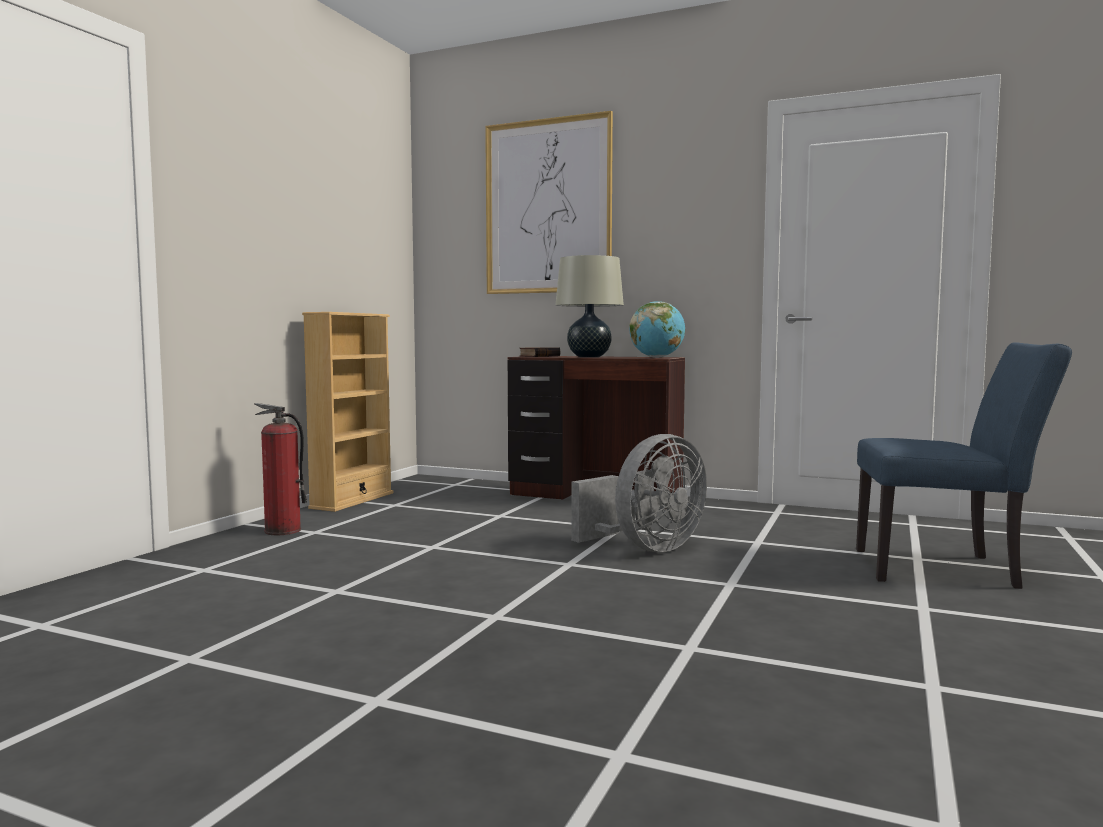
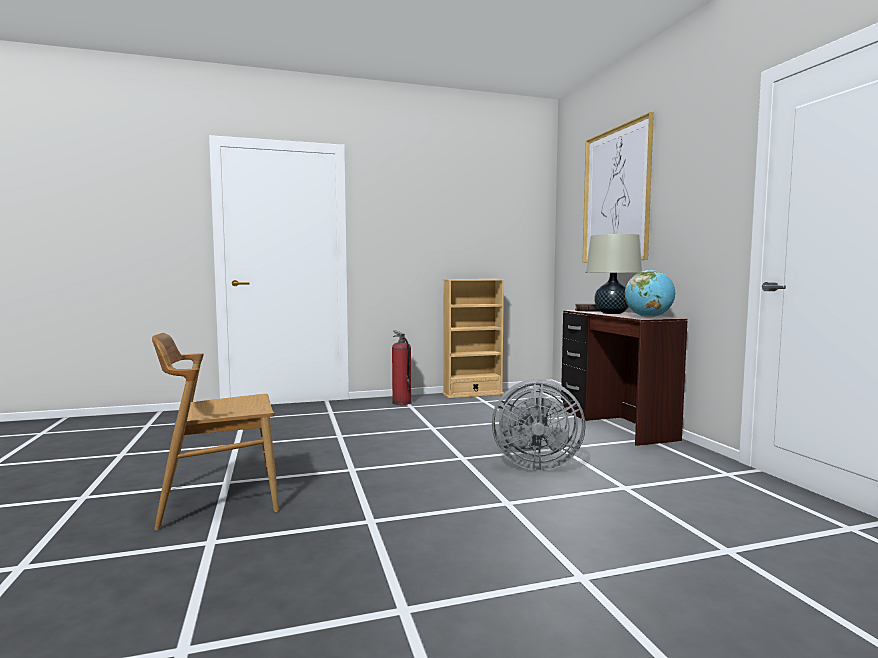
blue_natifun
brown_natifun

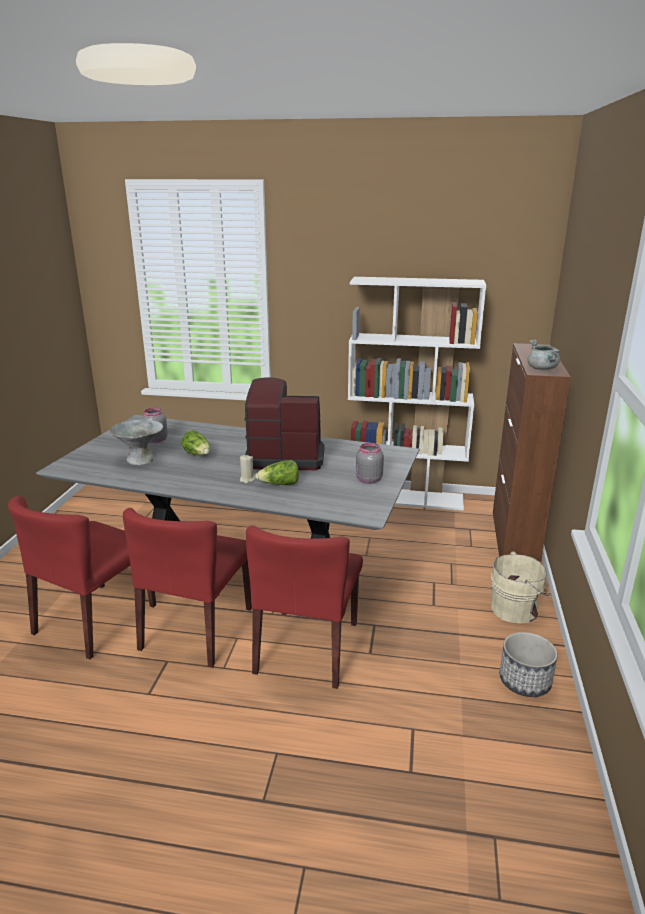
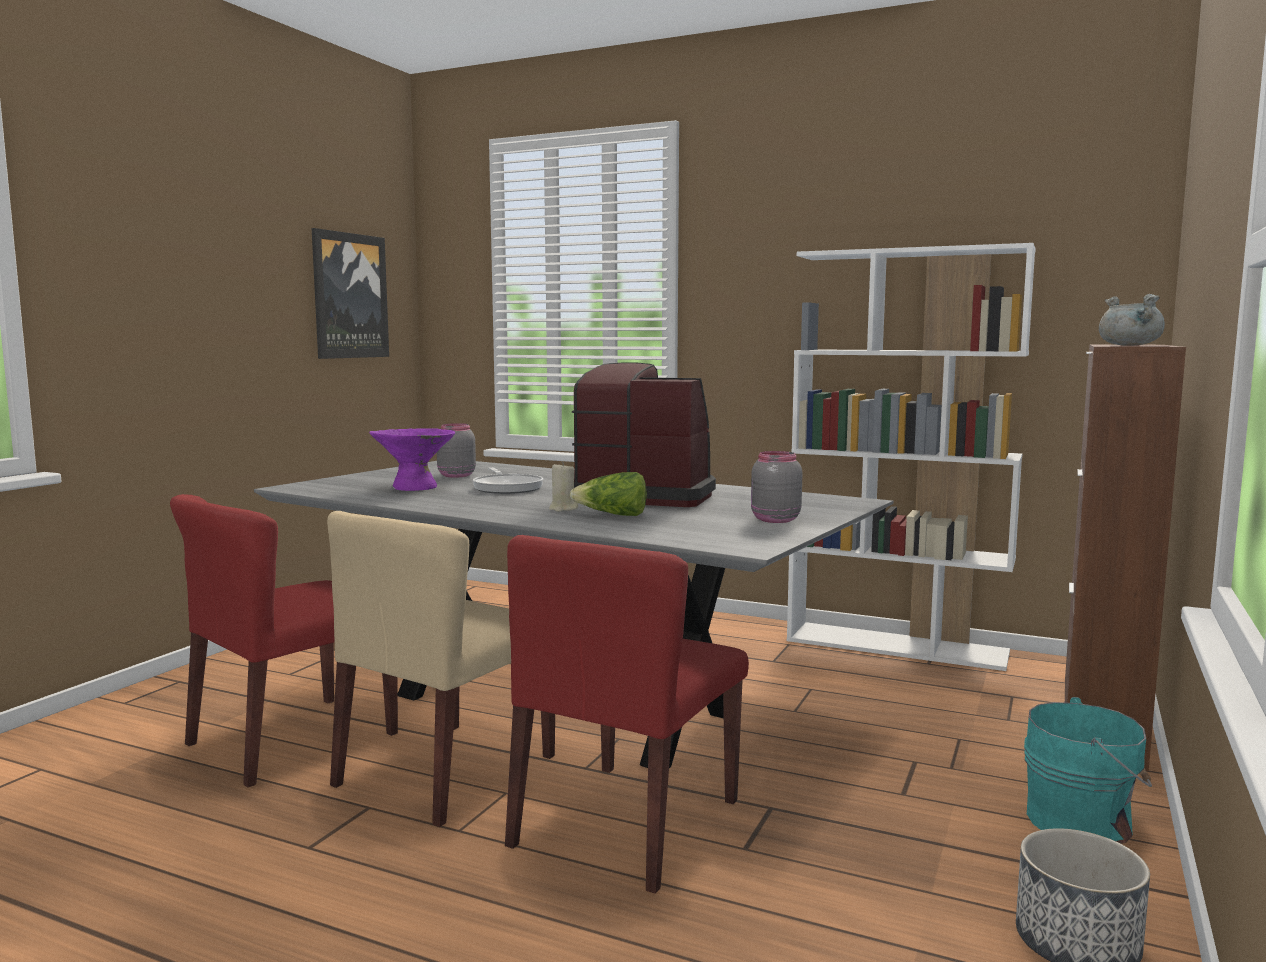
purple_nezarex
beige_natifun
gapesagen
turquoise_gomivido
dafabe

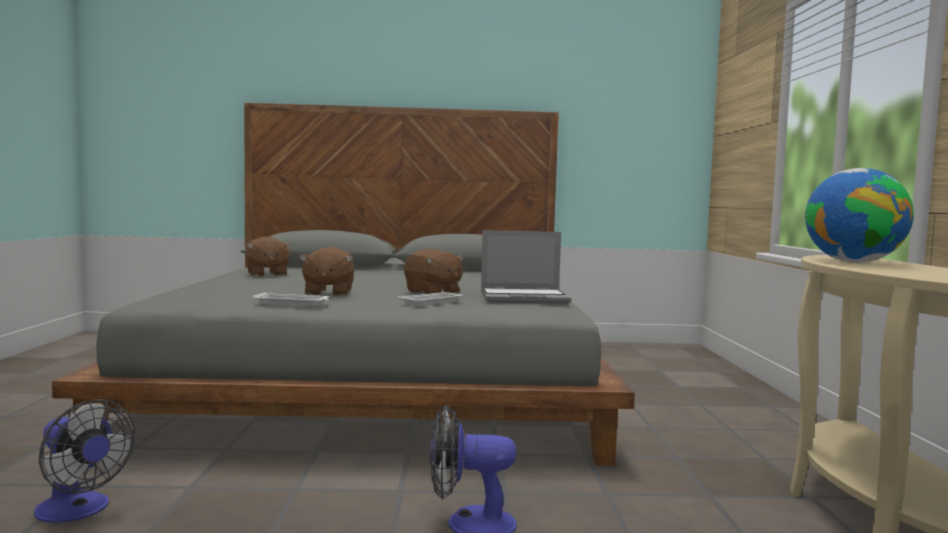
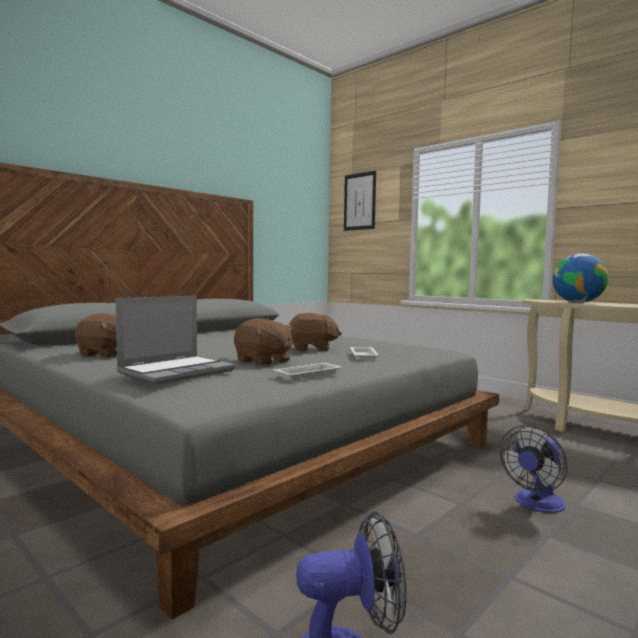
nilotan
dafabe

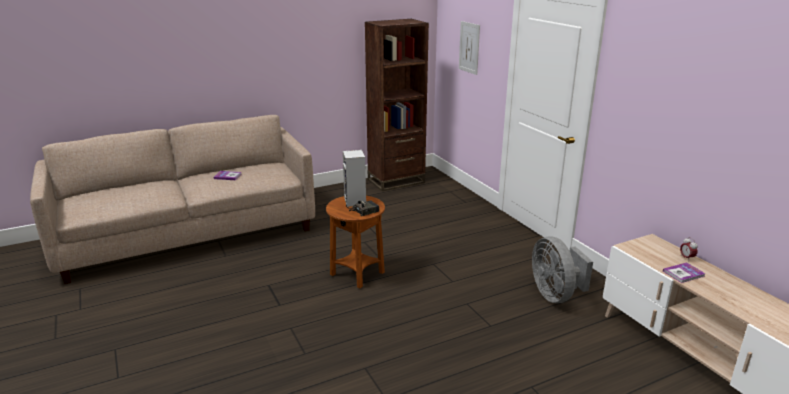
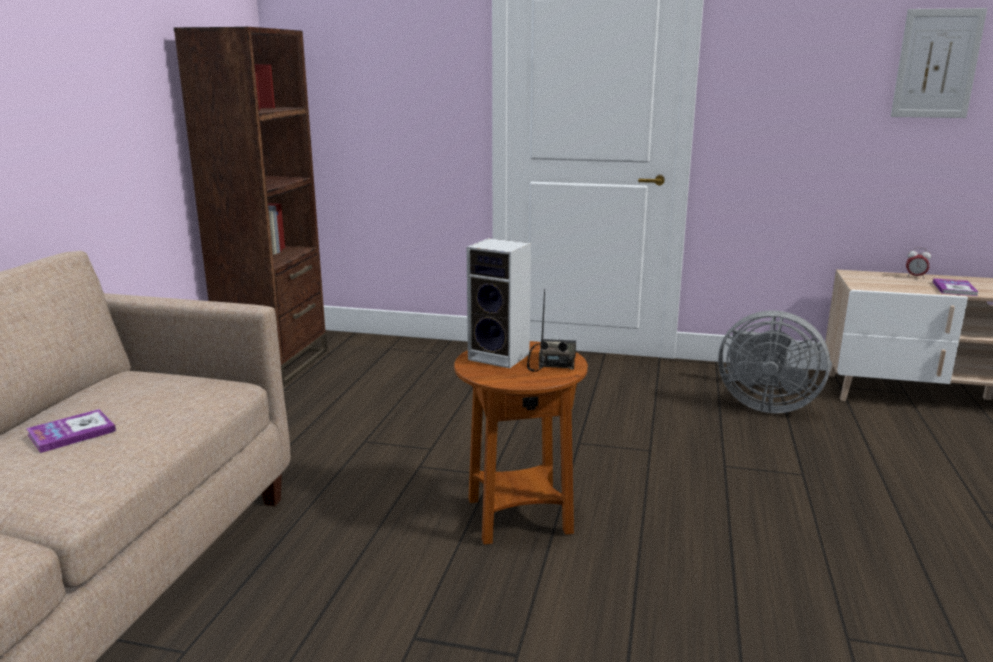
dafabe

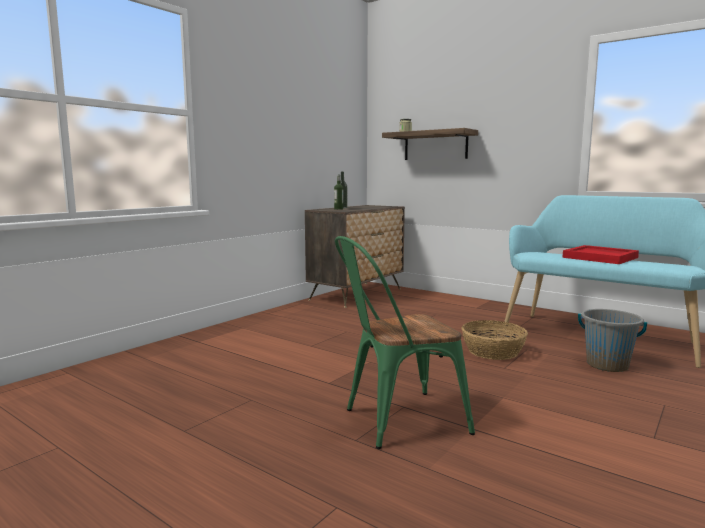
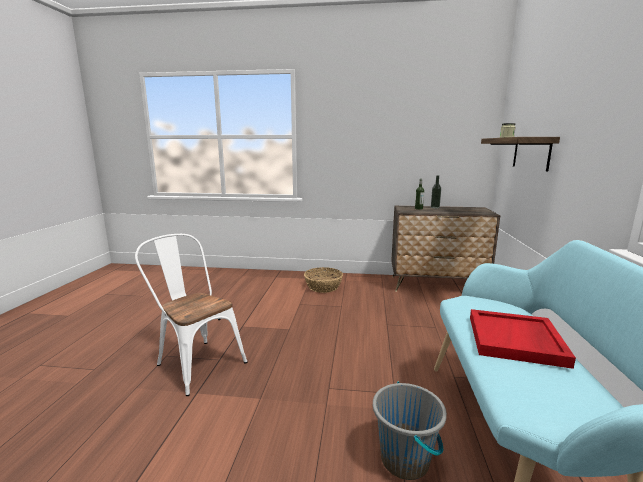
white_natifun
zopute

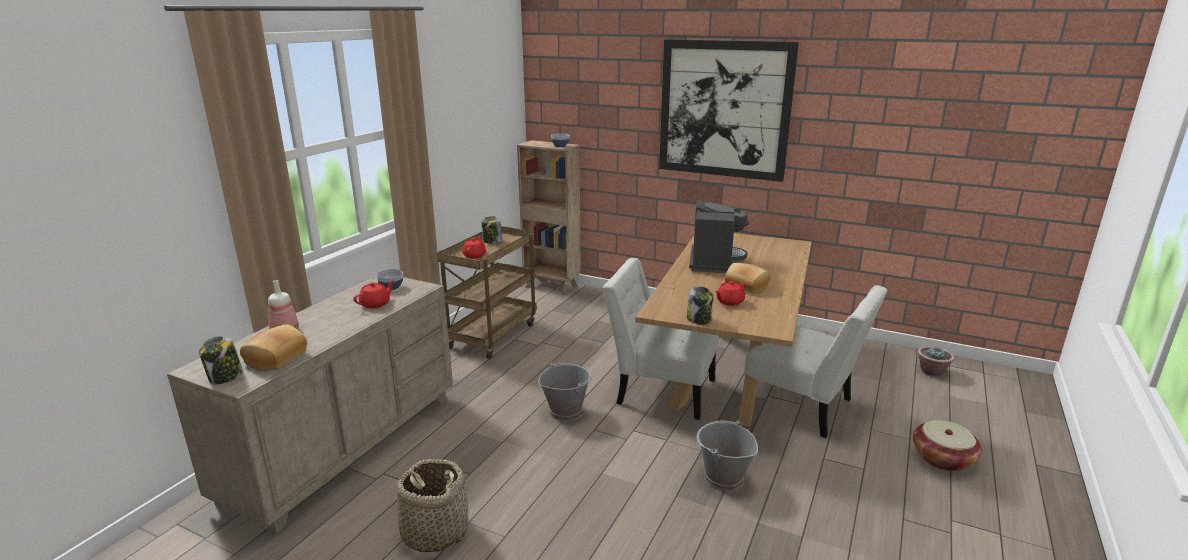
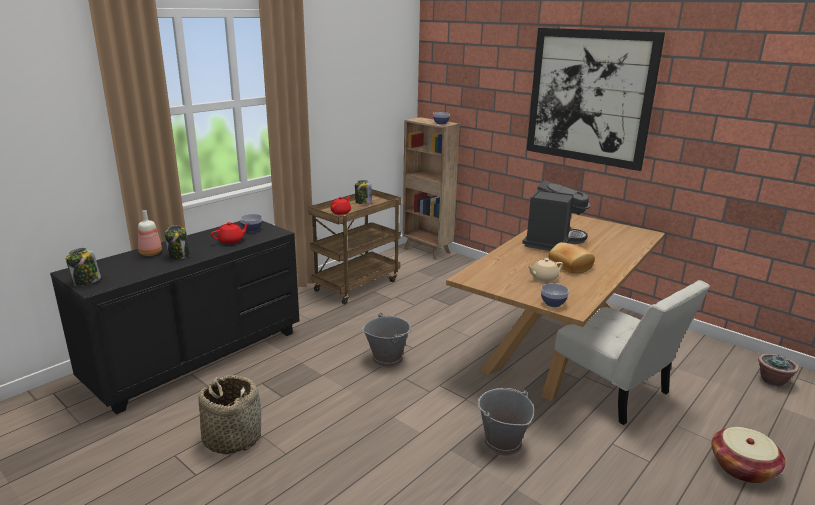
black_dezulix
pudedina (no. 1 from left in the first image)
white_natifun (no. 1 from left in the first image)
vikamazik (no. 2 from left)
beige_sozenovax
nezarex (no. 3 from left)

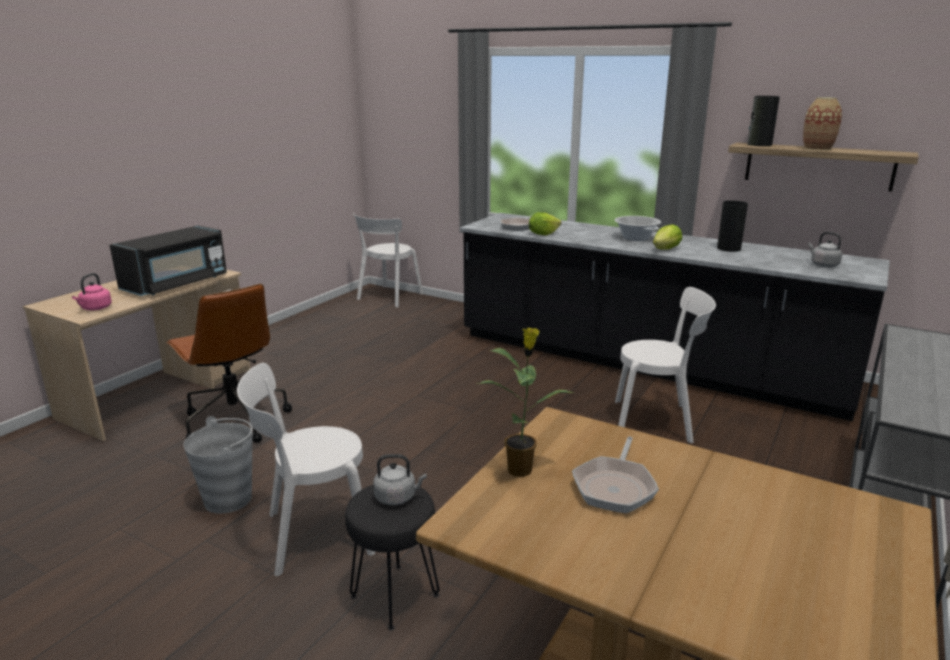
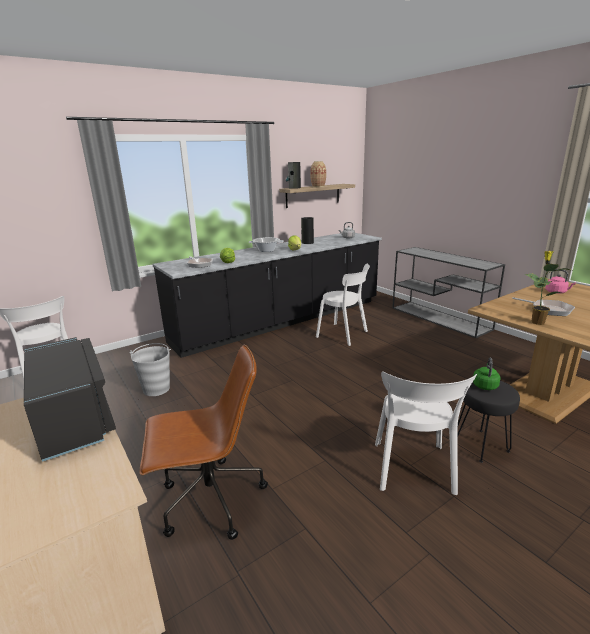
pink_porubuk
grey_gomivido
green_porubuk
white_natifun (no. 2 from left)

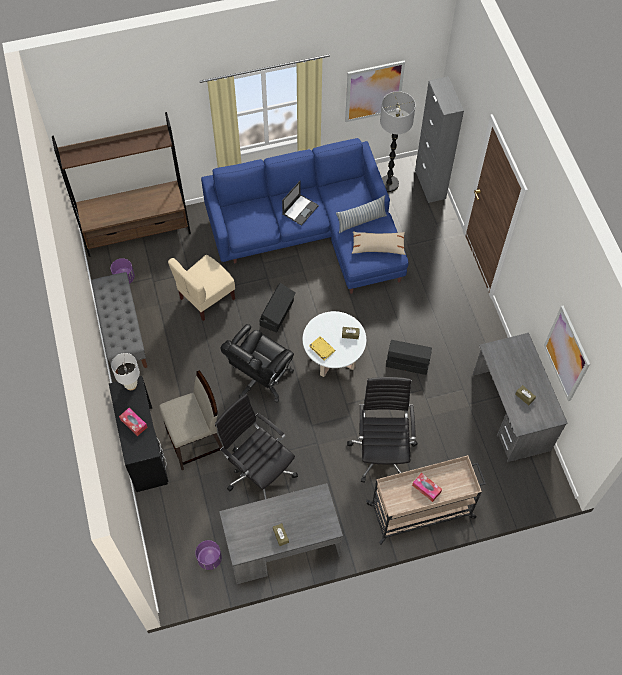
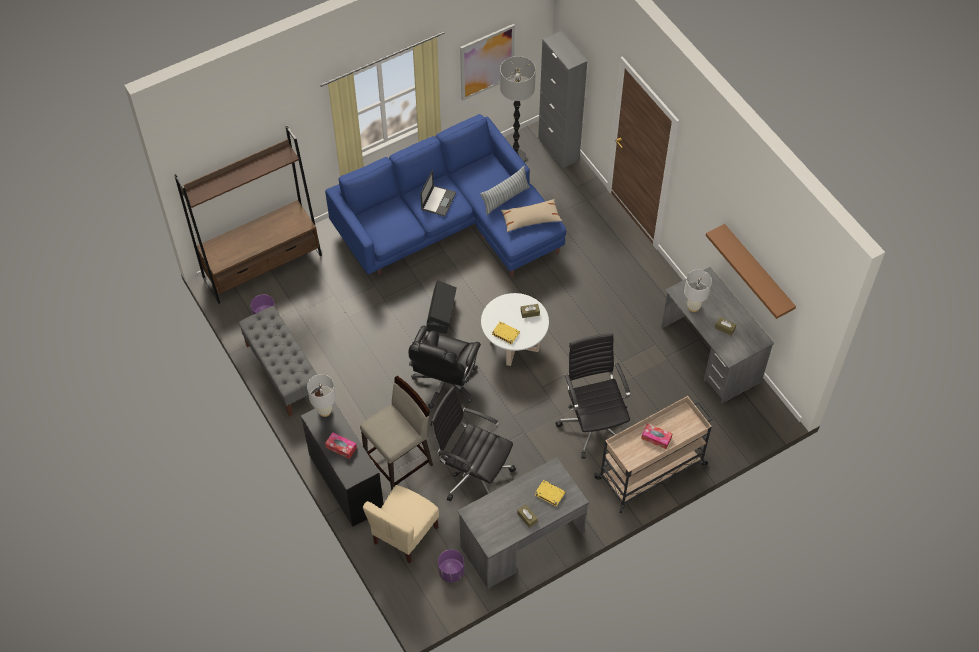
beige_natifun
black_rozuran (no. 2 from left in the first image)
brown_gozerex
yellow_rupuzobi (no. 2 from left)
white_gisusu (no. 2 from left)

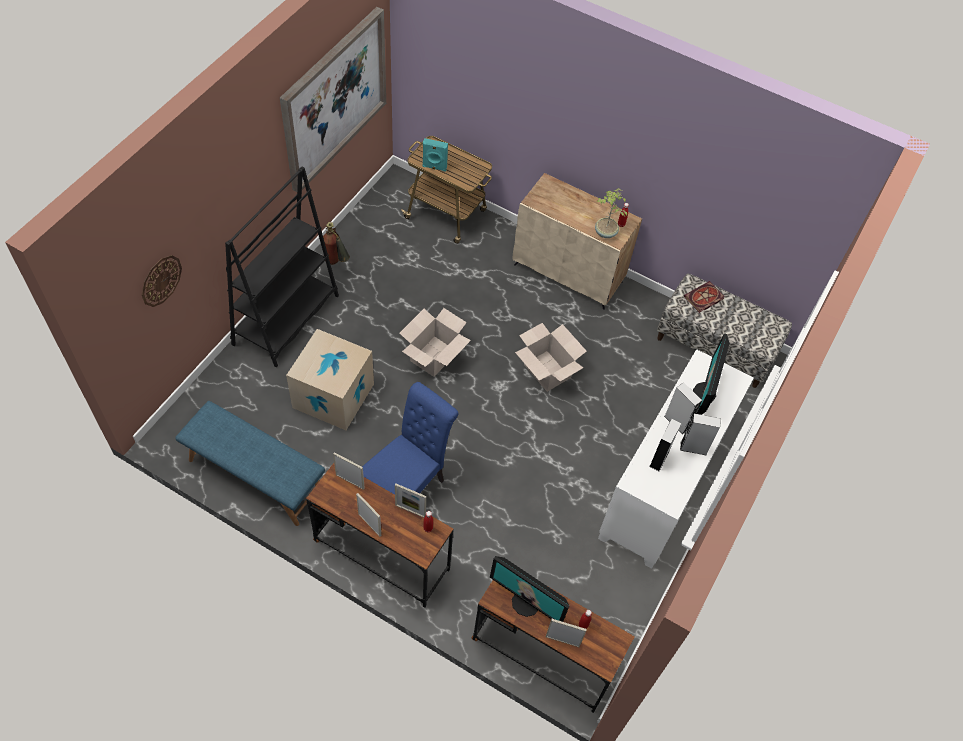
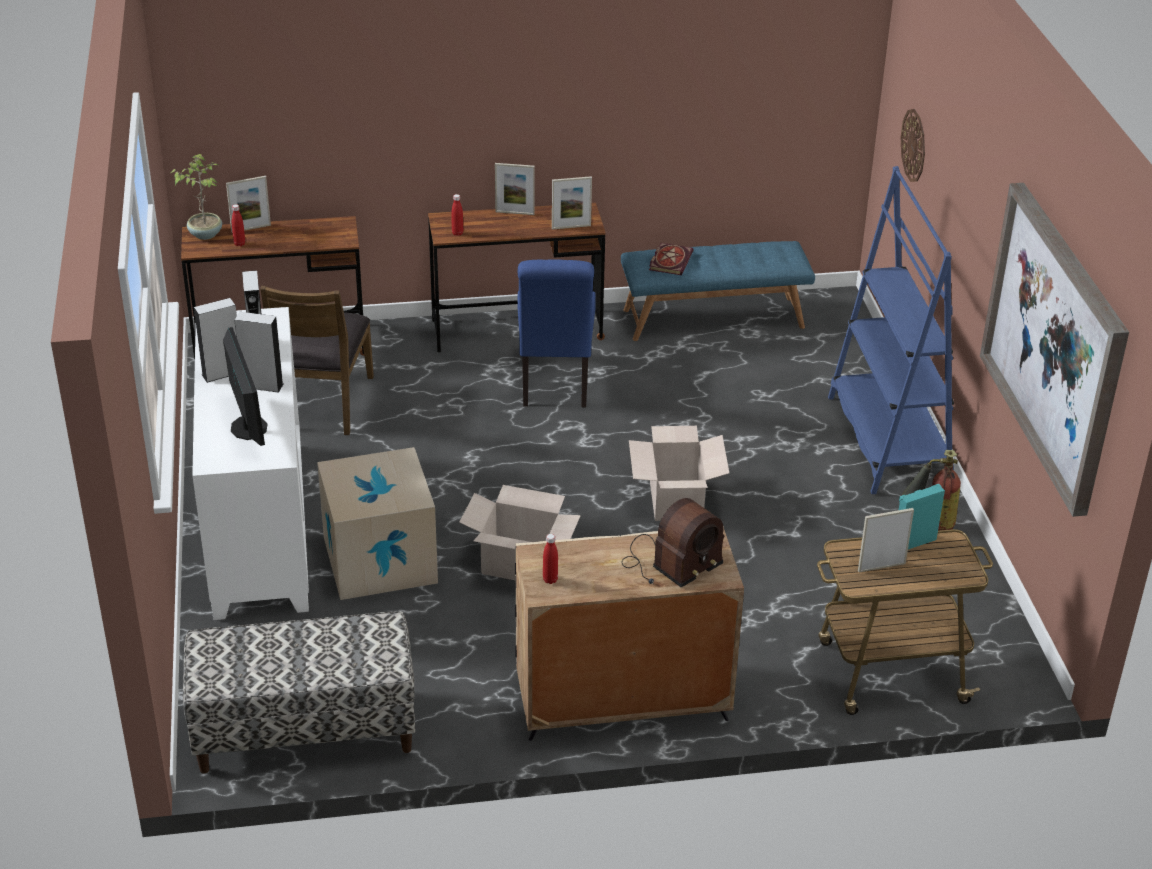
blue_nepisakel
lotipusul (no. 1 from left)
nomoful (no. 4 from left)
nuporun (no. 1 from left in the first image)
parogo
rupuzobi
brown_natifun
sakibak

